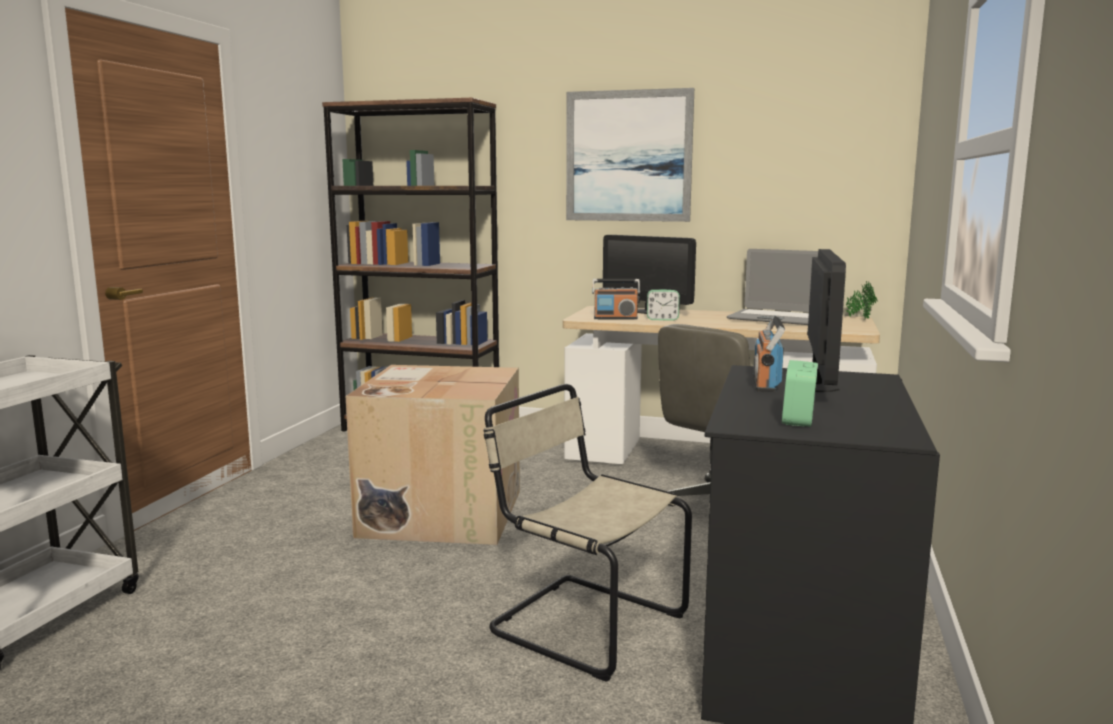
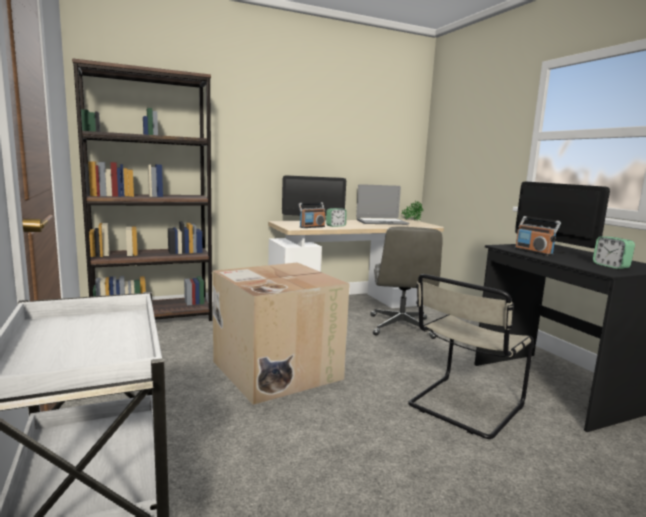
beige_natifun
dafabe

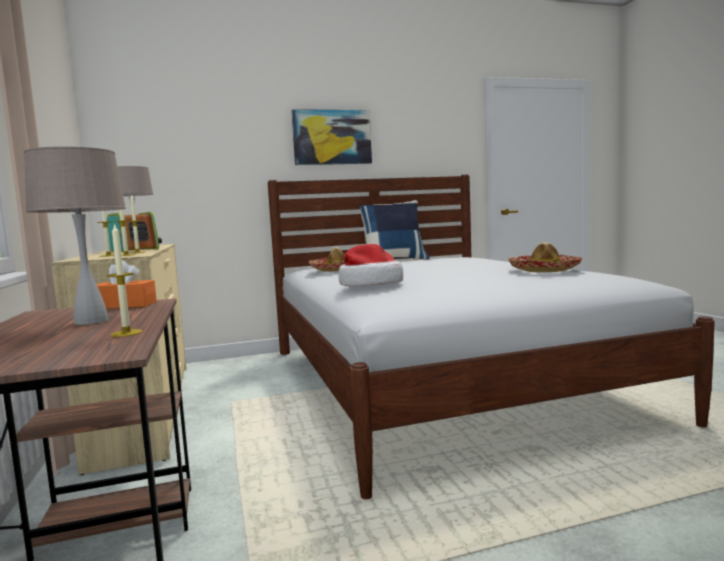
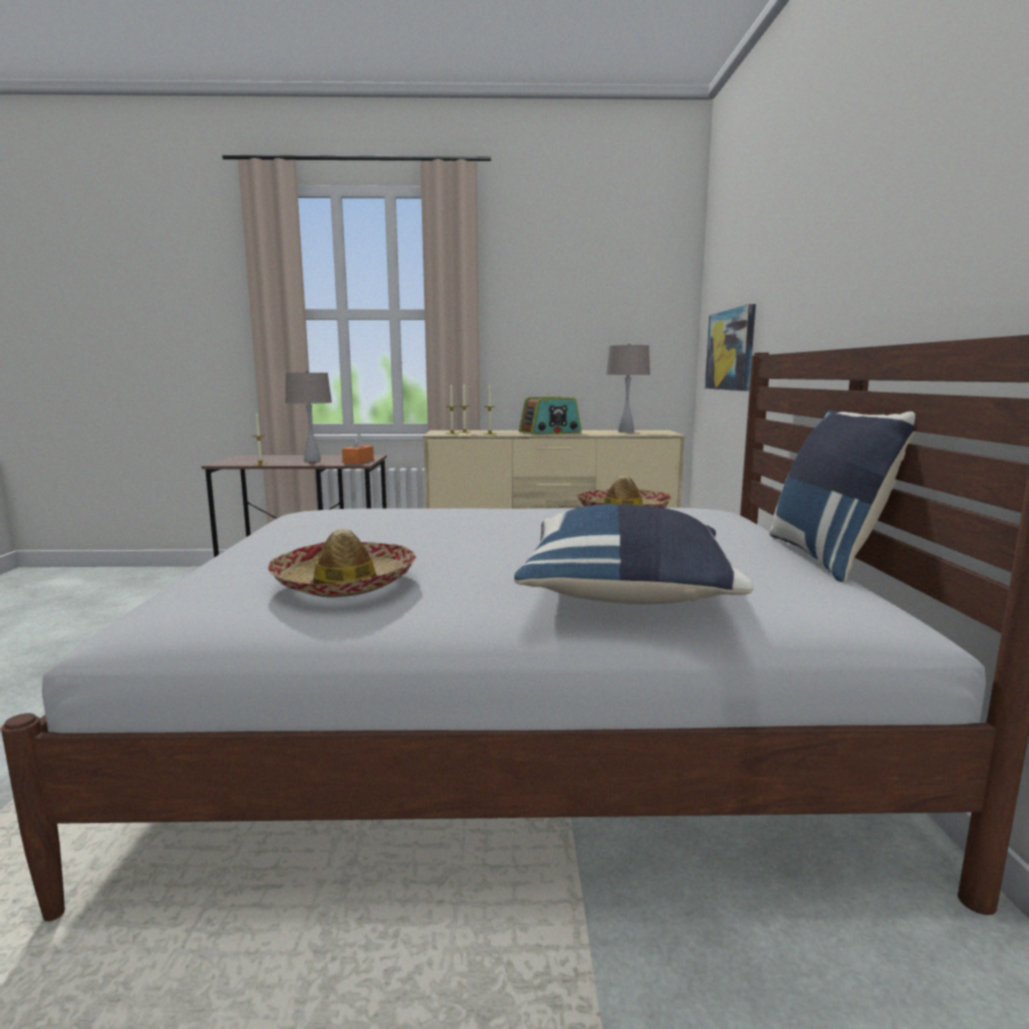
dafabe
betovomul (no. 2 from left in the first image)
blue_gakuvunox (no. 1 from left)

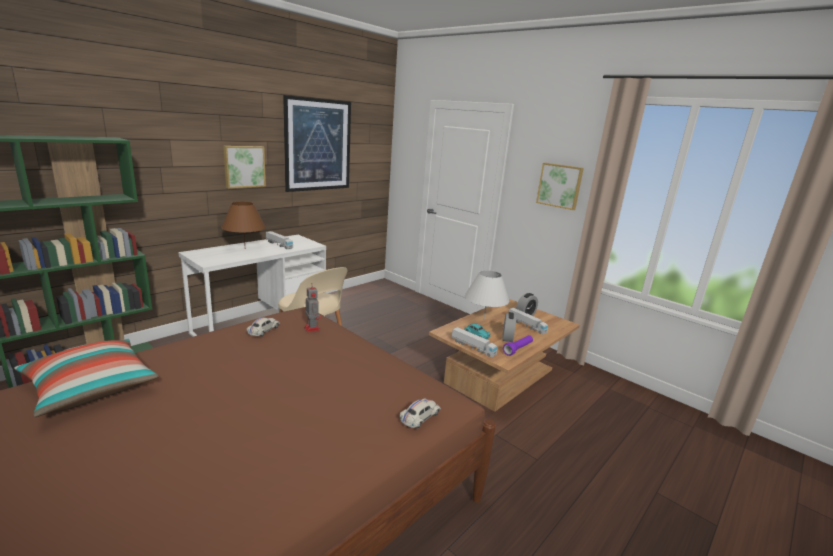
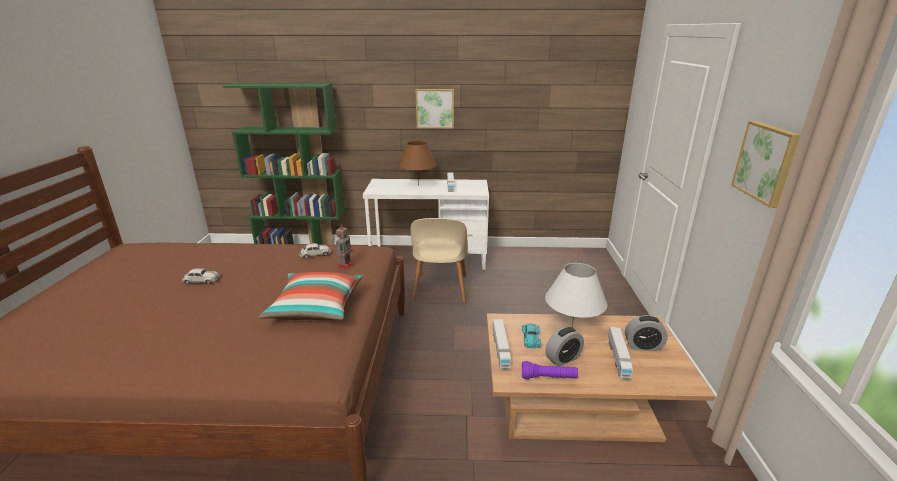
gakuvunox
dafabe (no. 2 from left in the first image)
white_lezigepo (no. 1 from left)

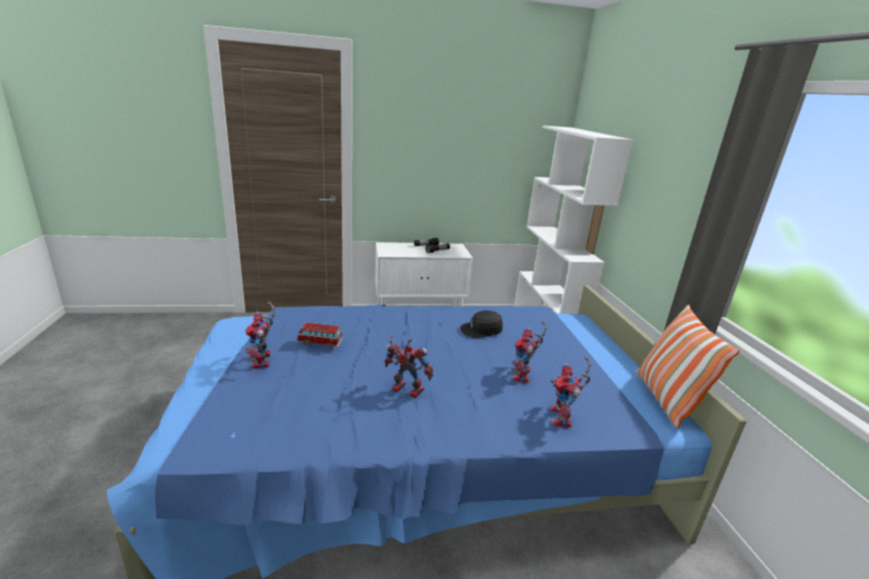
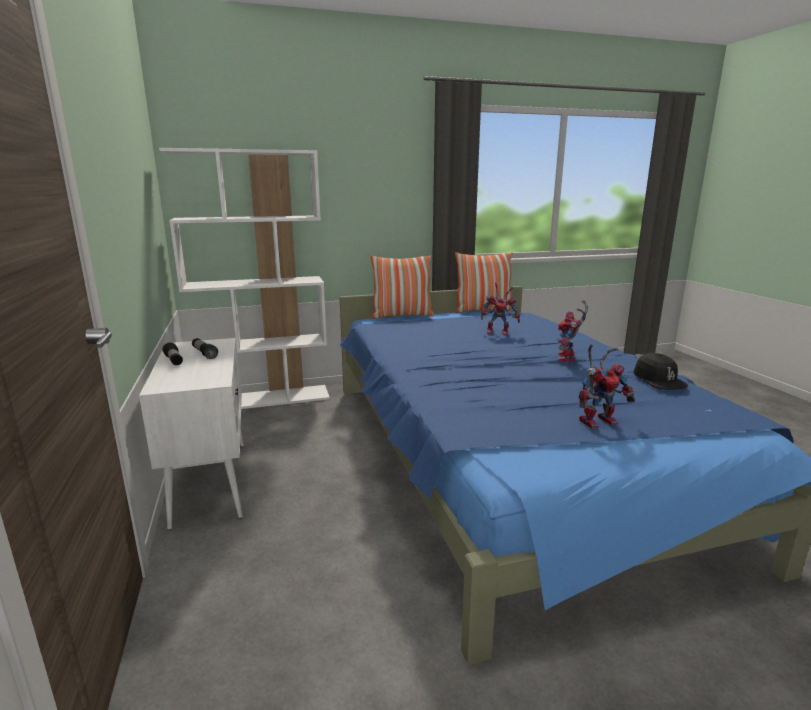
lezigepo
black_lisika
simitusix (no. 4 from left in the first image)
gakuvunox (no. 1 from left)

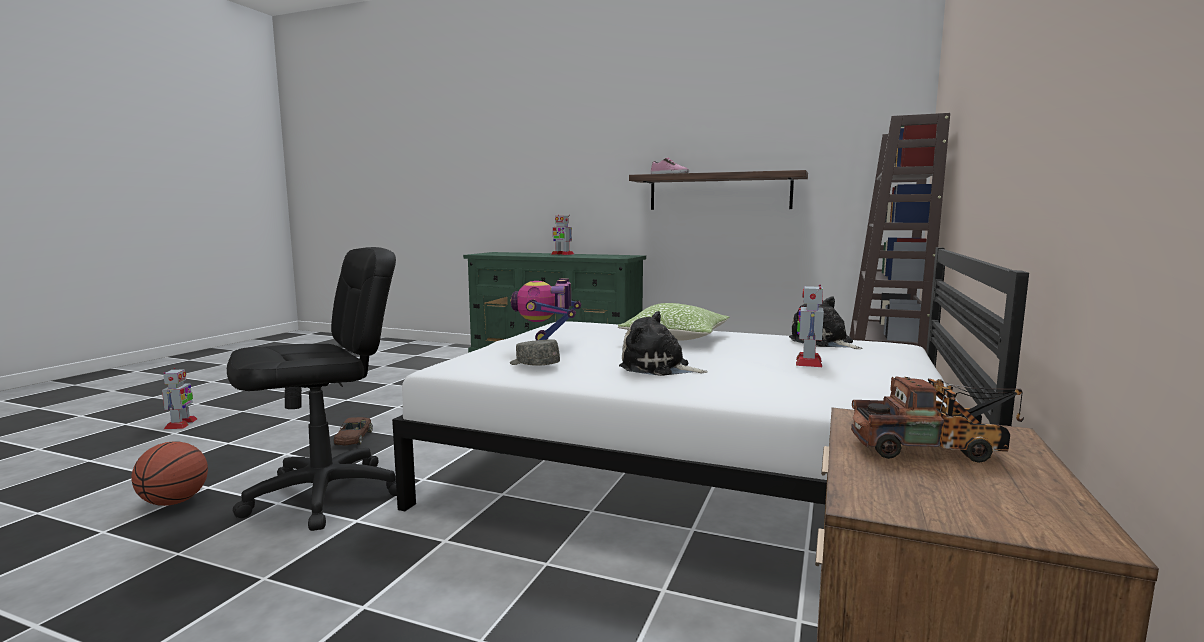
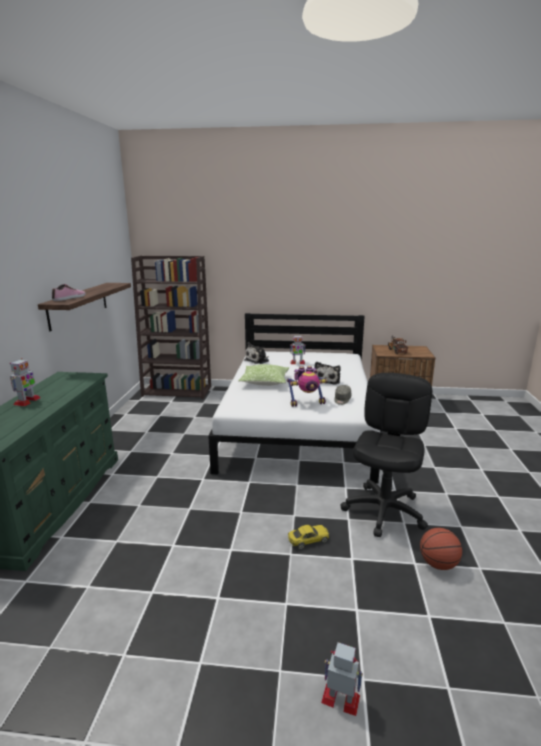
simitusix (no. 4 from left)
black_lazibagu
yellow_lezigepo

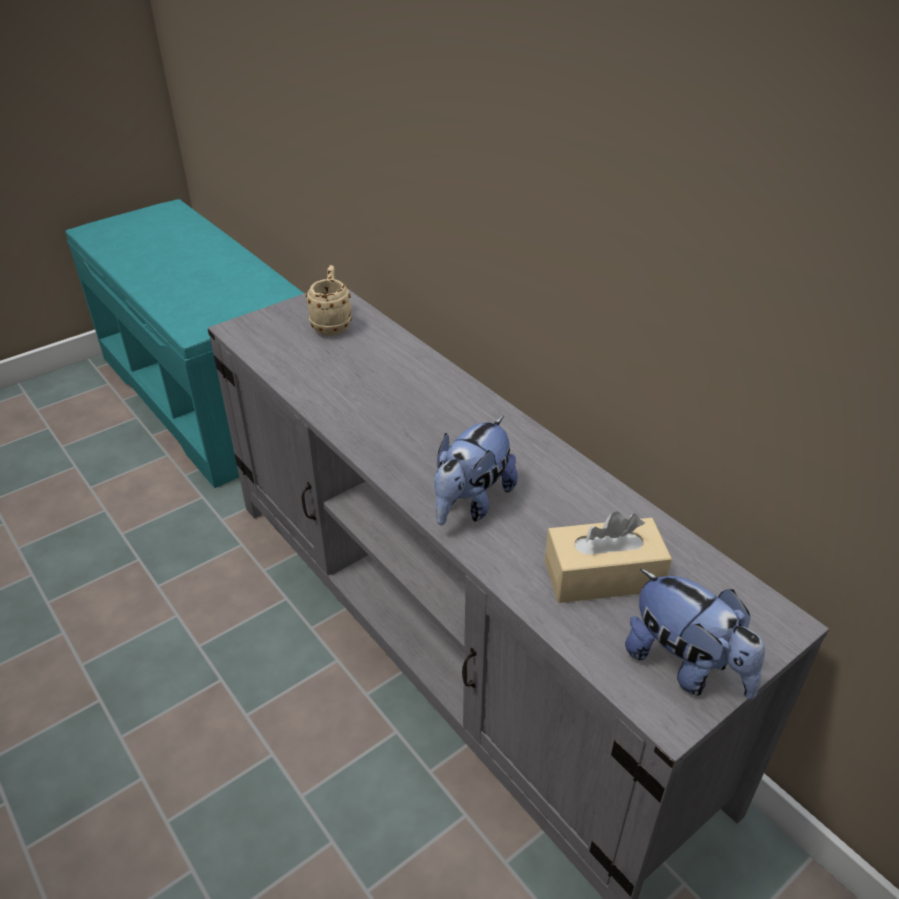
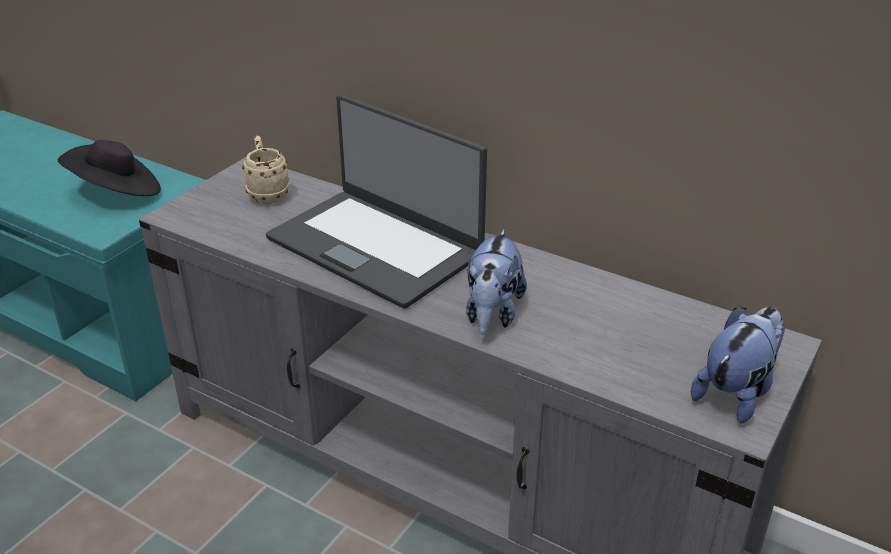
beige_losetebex
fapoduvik (no. 2 from left)
black_betovomul
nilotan

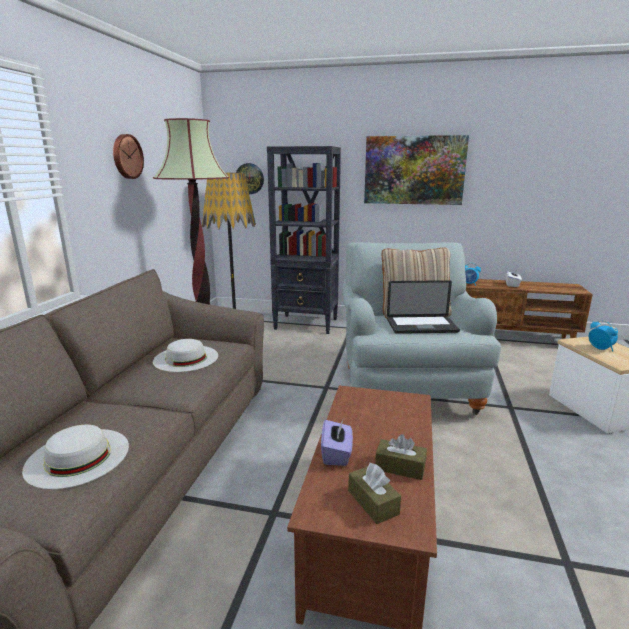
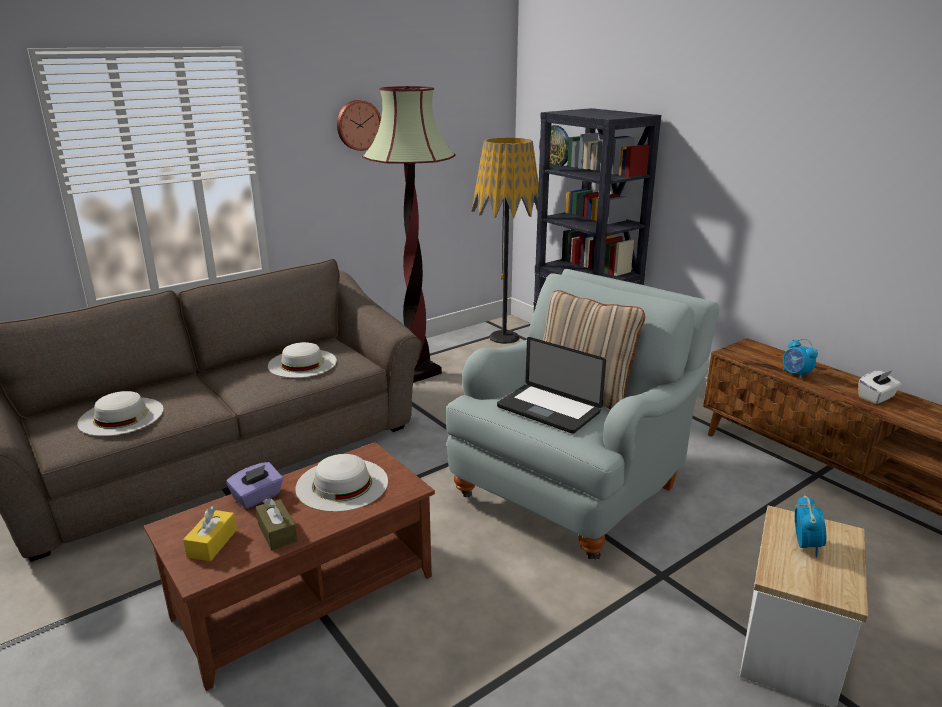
yellow_losetebex
dafabe
white_betovomul (no. 3 from left)

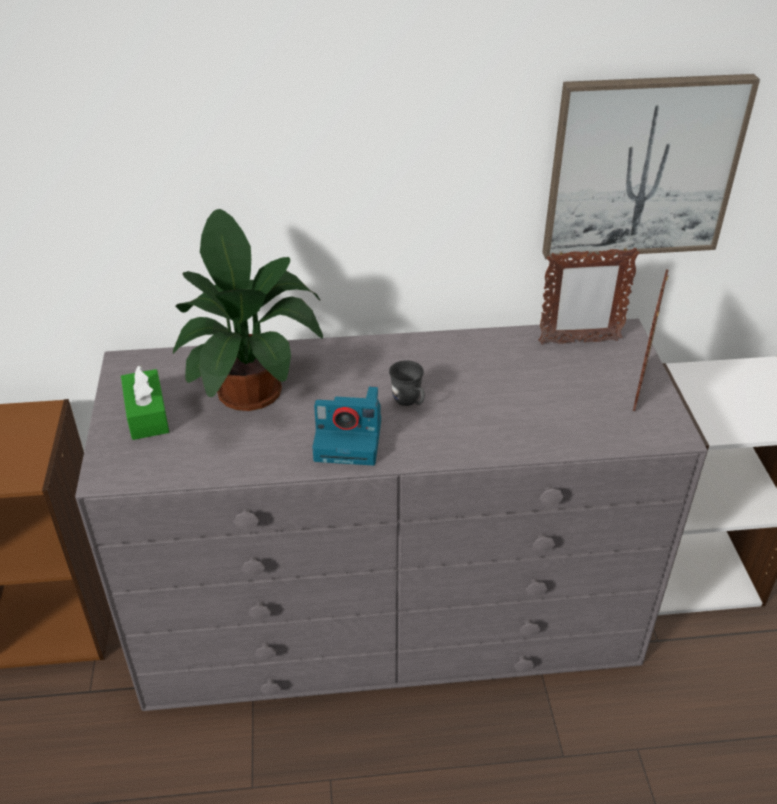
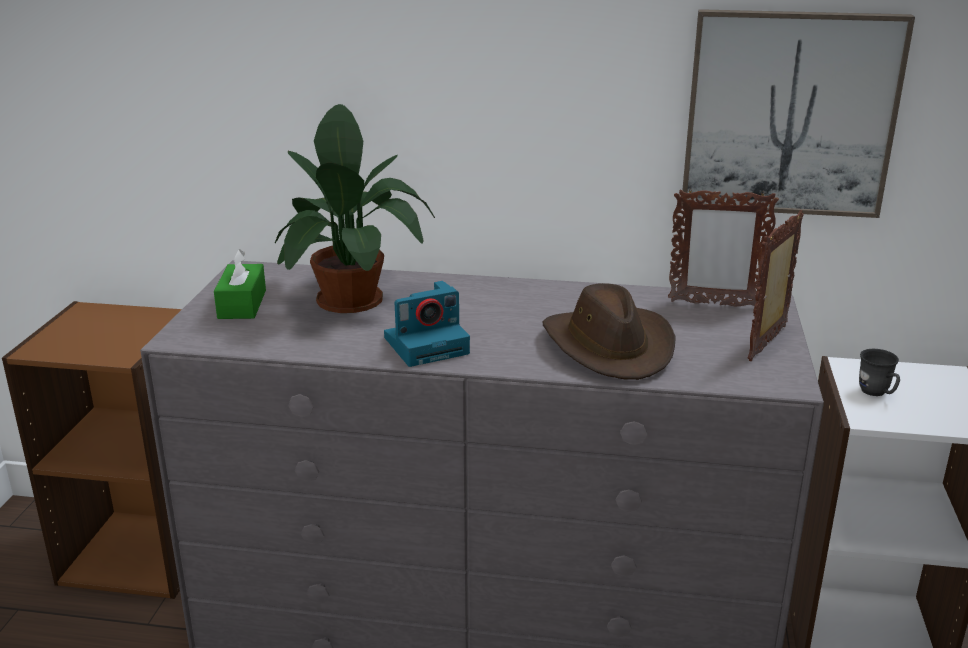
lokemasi
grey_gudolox
brown_betovomul

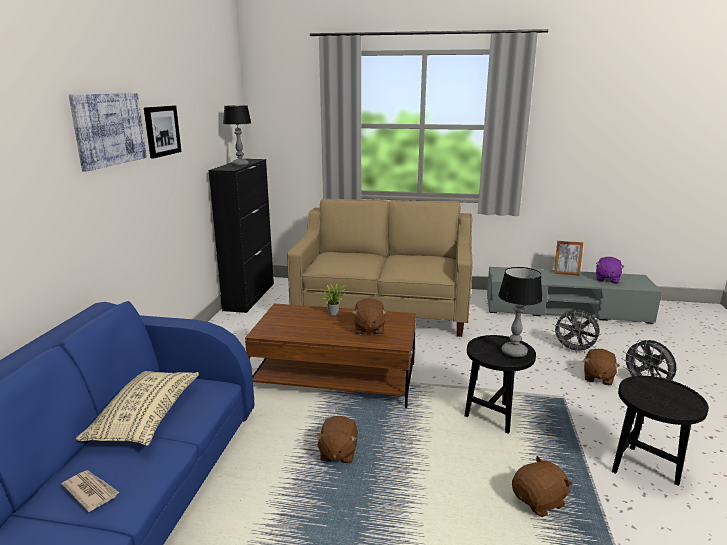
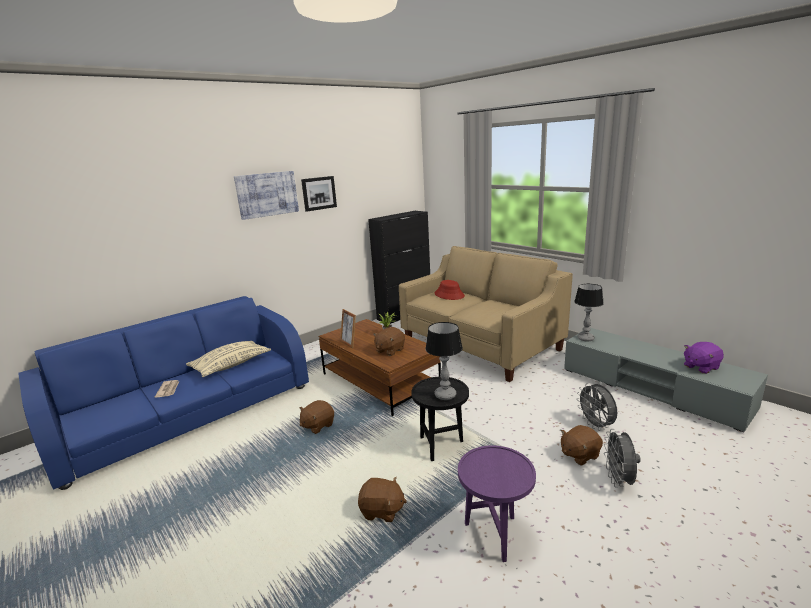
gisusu (no. 2 from left)
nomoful
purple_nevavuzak
red_betovomul

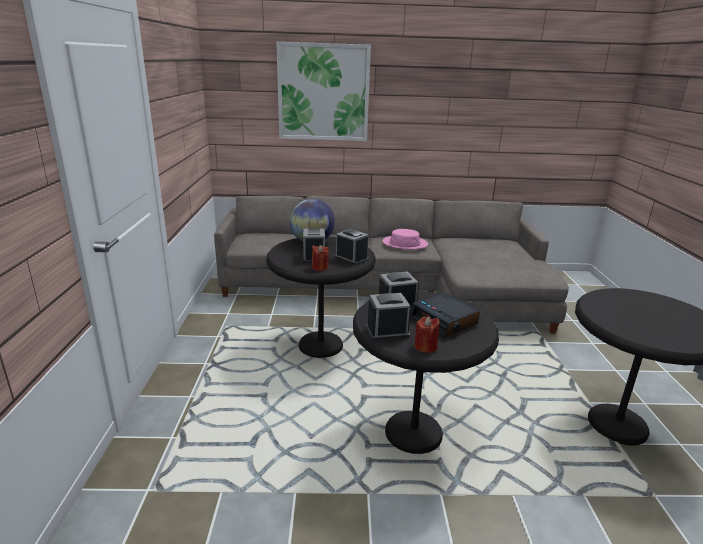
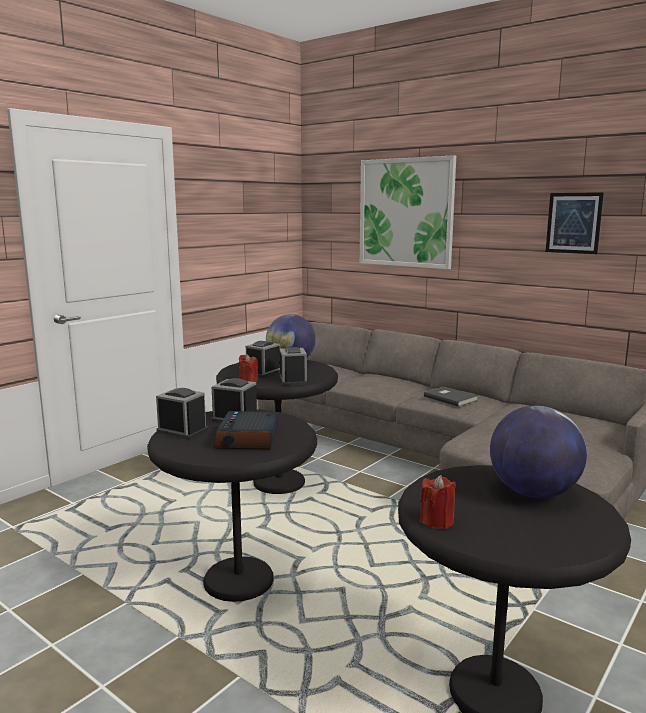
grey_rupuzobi
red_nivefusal (no. 2 from left)
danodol (no. 2 from left)
dafabe (no. 2 from left)

